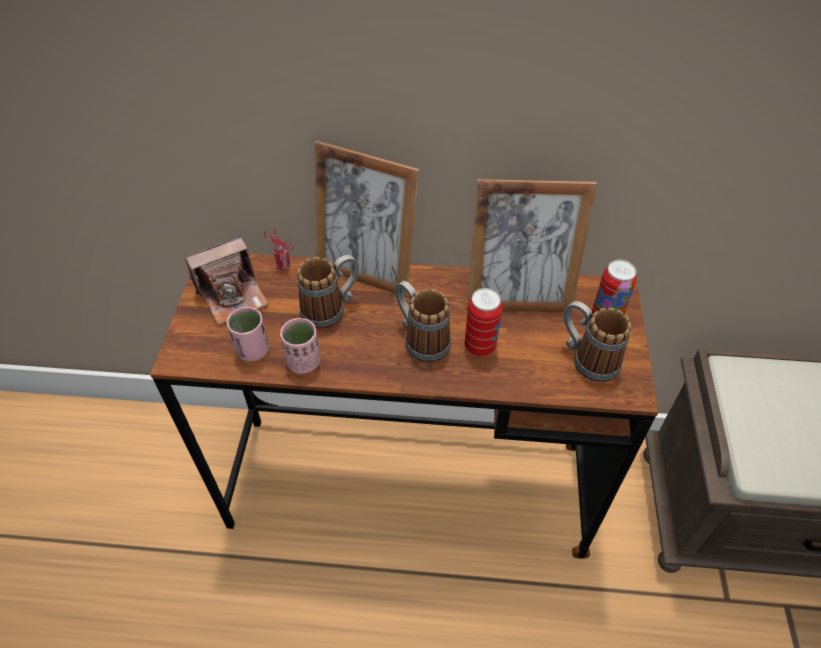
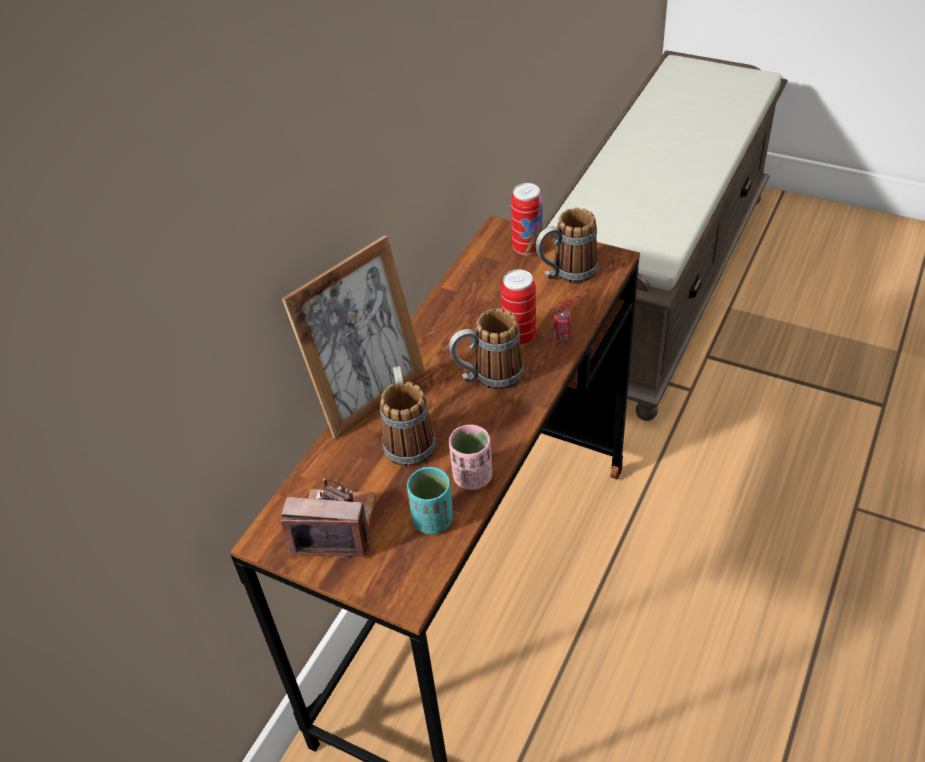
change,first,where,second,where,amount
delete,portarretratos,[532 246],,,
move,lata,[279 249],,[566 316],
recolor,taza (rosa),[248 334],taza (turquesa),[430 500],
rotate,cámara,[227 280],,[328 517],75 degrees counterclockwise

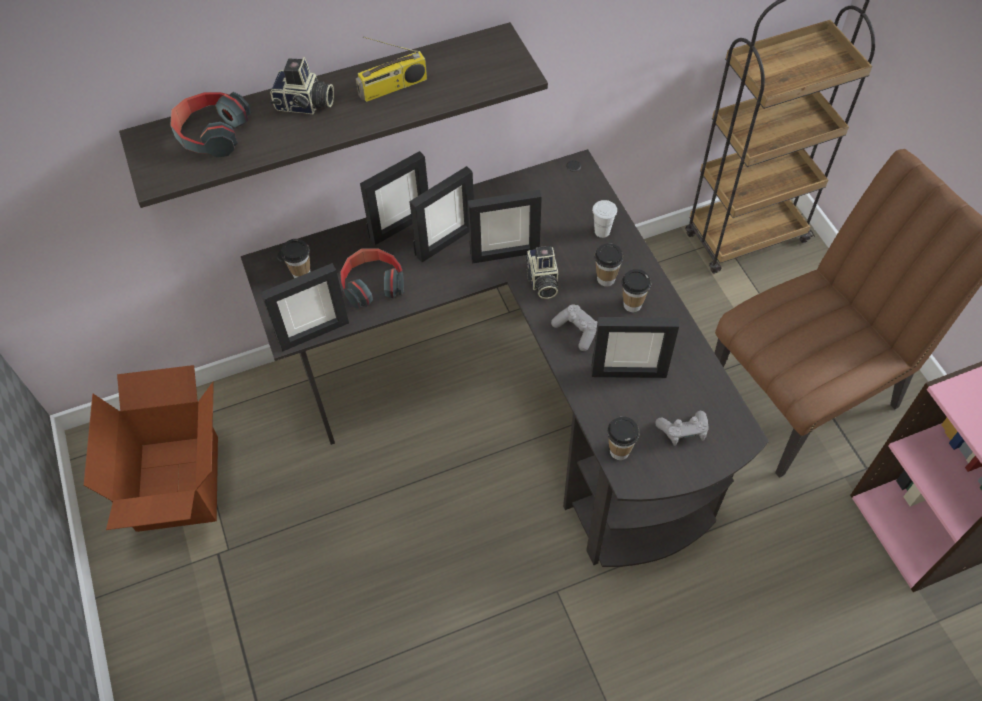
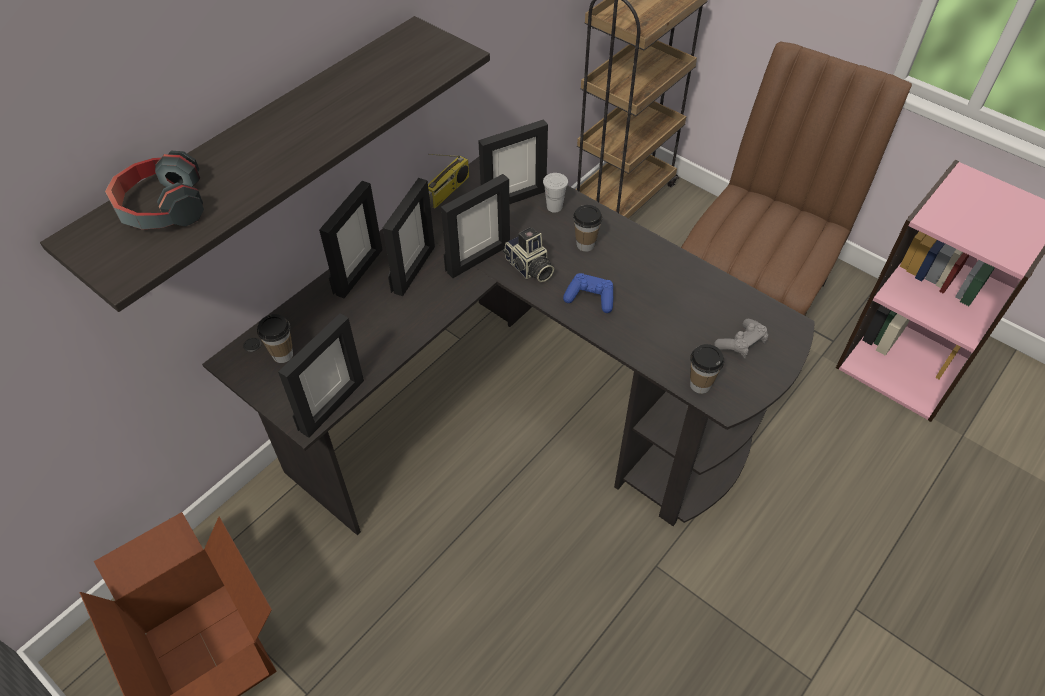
change,first,where,second,where,amount
delete,cámara,[302 85],,,
delete,auriculares,[372 278],,,
delete,taza,[636 290],,,
move,radio,[391 69],,[448 181],
move,portarretratos,[635 347],,[513 161],
recolor,mando de consola (gris),[574 327],mando de consola (azul),[588 293],

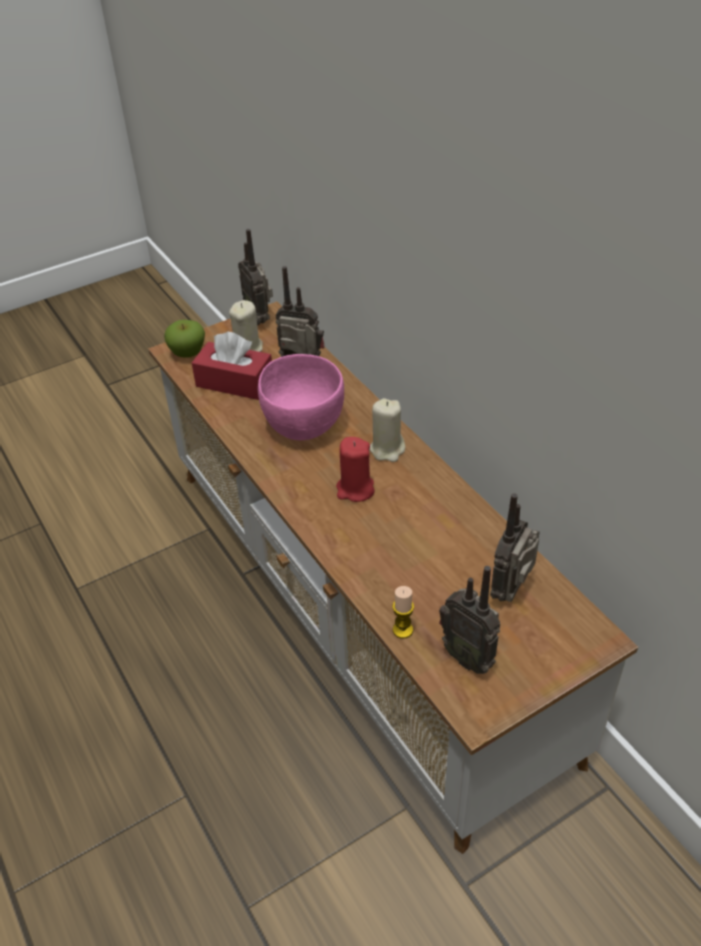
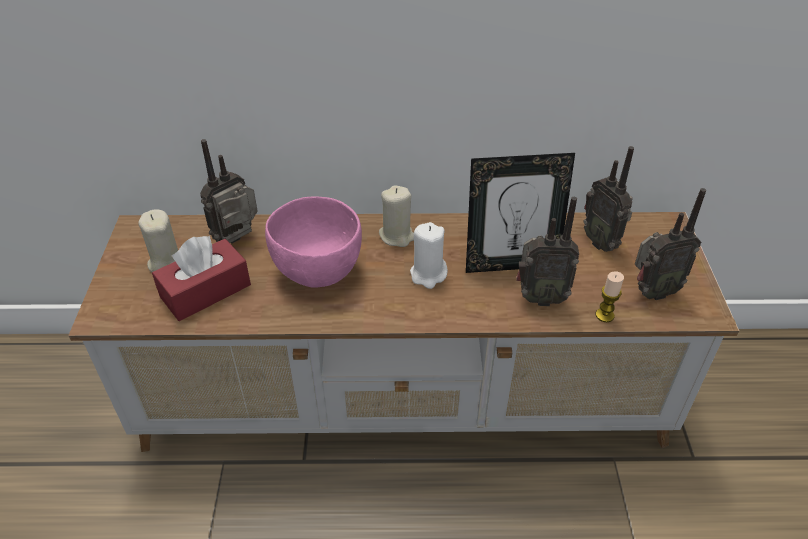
change,first,where,second,where,amount
delete,manzana,[184 339],,,
insert,,,portarretratos,[520 213],
move,radio,[255 277],,[547 251],
recolor,vela (rojo),[355 469],vela (blanco),[429 255],

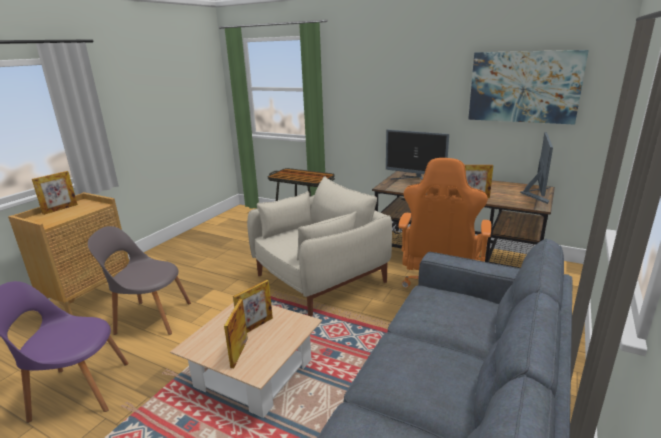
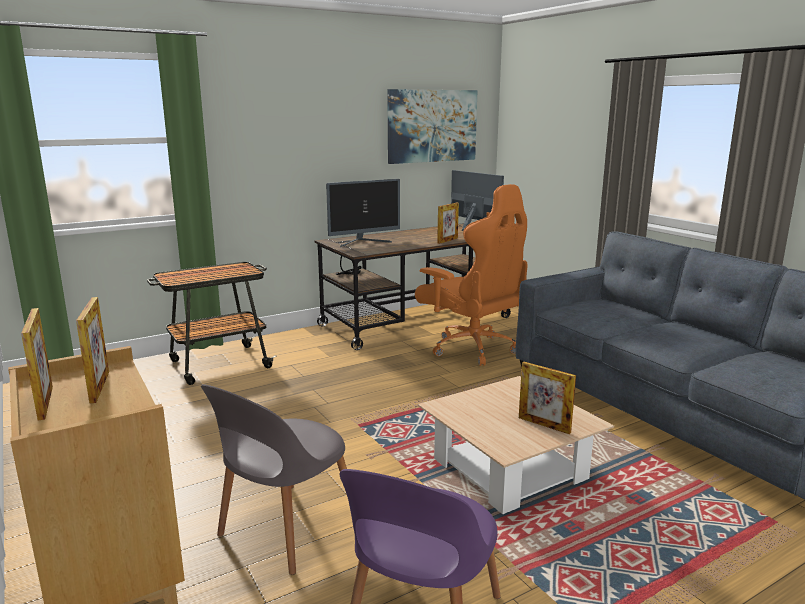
change,first,where,second,where,amount
delete,sillón (beis),[319 246],,,
move,portarretratos,[253 306],,[92 350],

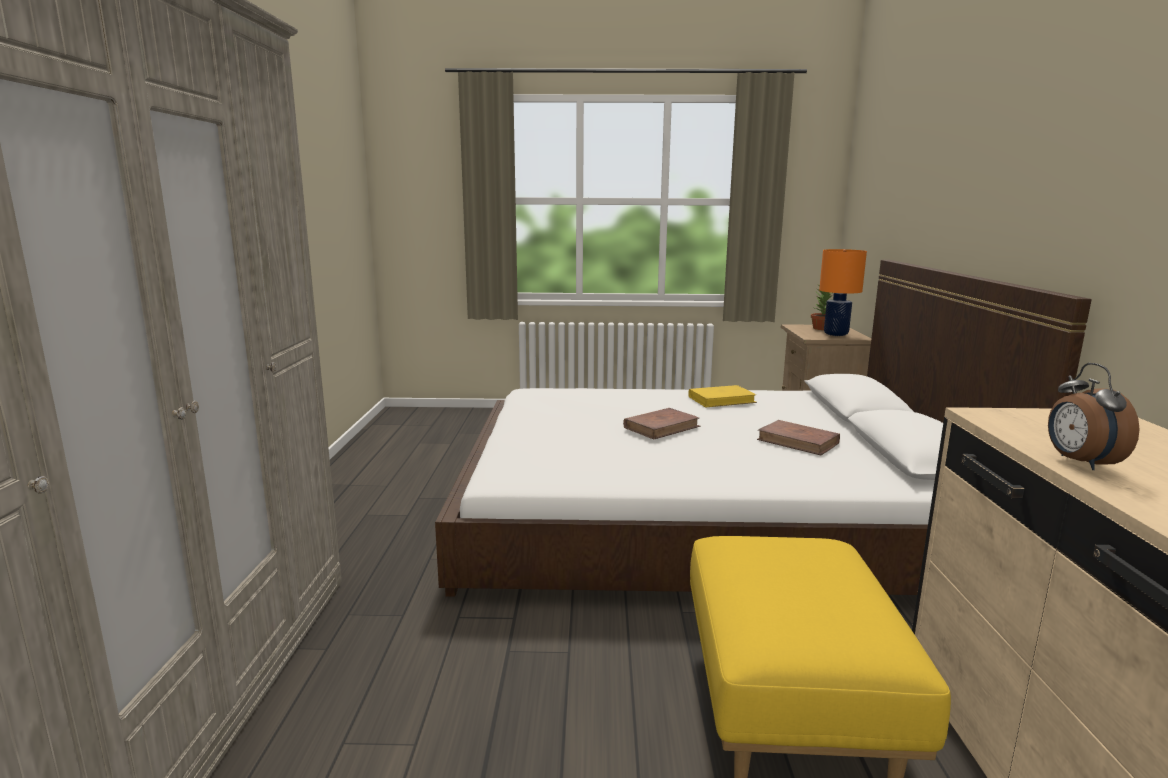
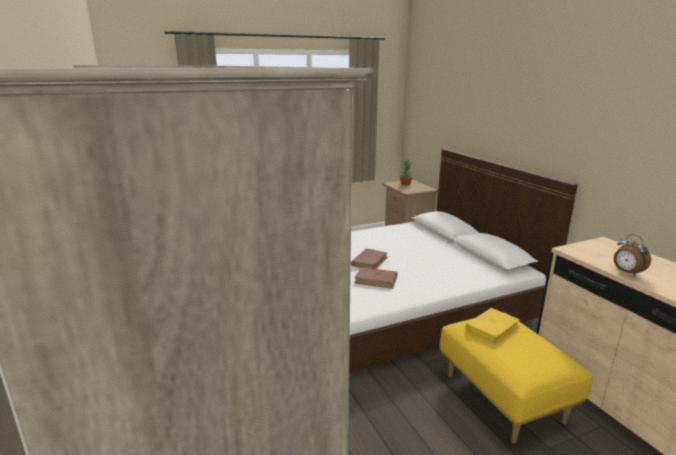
change,first,where,second,where,amount
delete,lámpara de mesa (naranja),[843 292],,,
move,libro (amarillo),[722 396],,[492 326],
move,libro (marrón),[798 437],,[376 278],

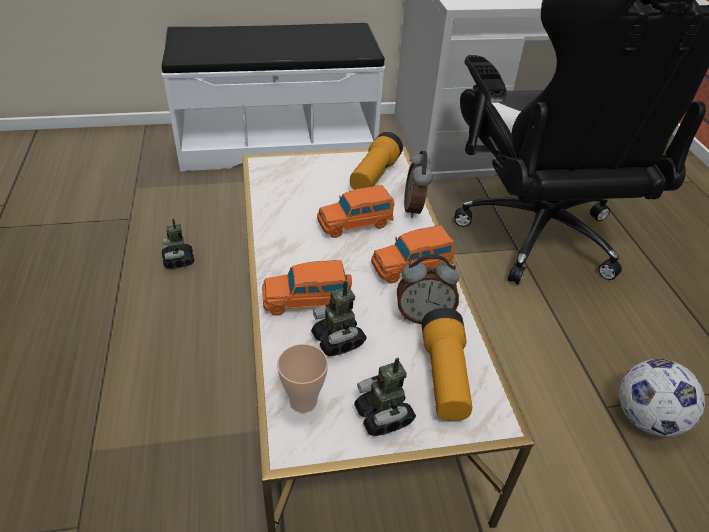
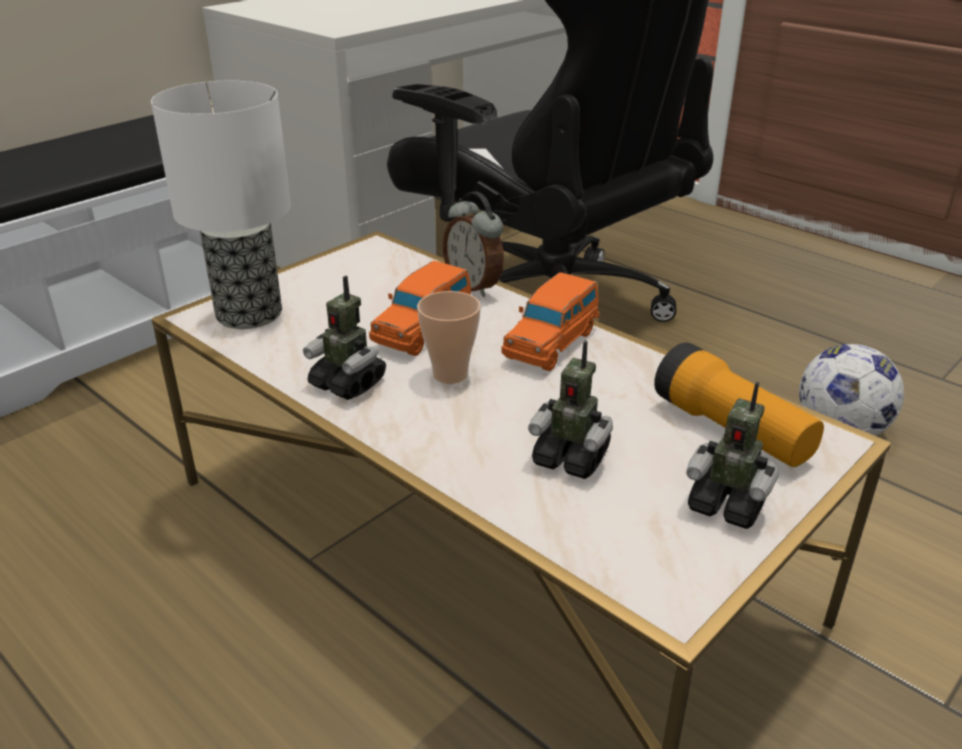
change,first,where,second,where,amount
delete,coche de juguete (naranja),[307 288],,,
delete,linterna,[376 161],,,
delete,despertador,[428 289],,,
insert,,,lámpara de mesa,[221 205],
move,robot de juguete,[178 244],,[344 337],
move,taza,[302 378],,[449 337],

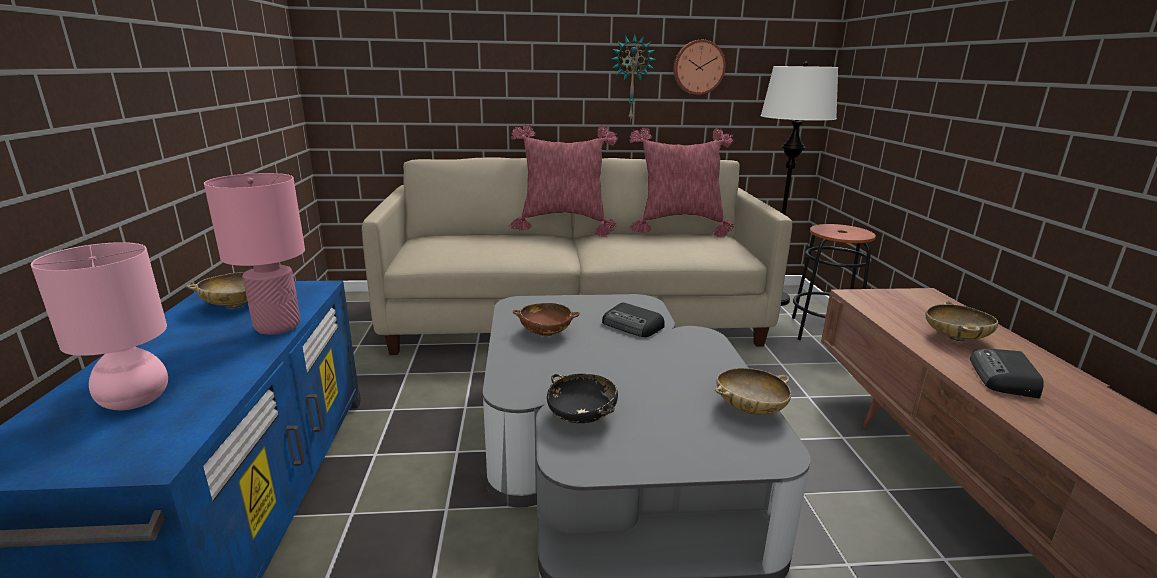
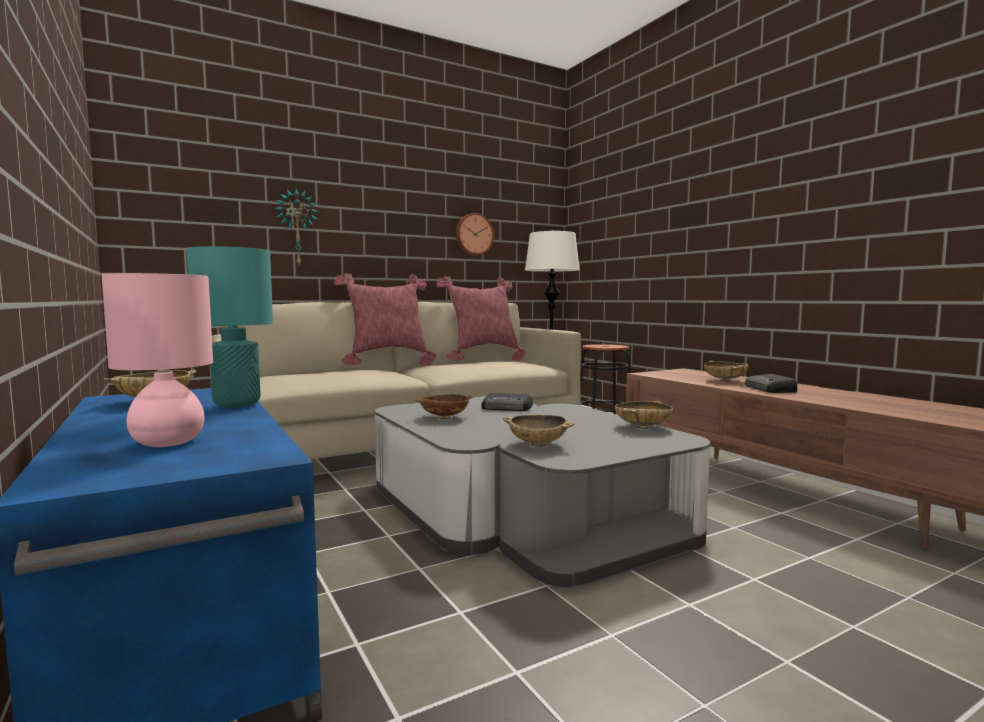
change,first,where,second,where,amount
move,reloj de pared,[633 77],,[297 226],
recolor,lámpara de mesa (rosa),[254 254],lámpara de mesa (turquesa),[229 327],
recolor,cuenco (negro),[582 398],cuenco (beis),[538 431],

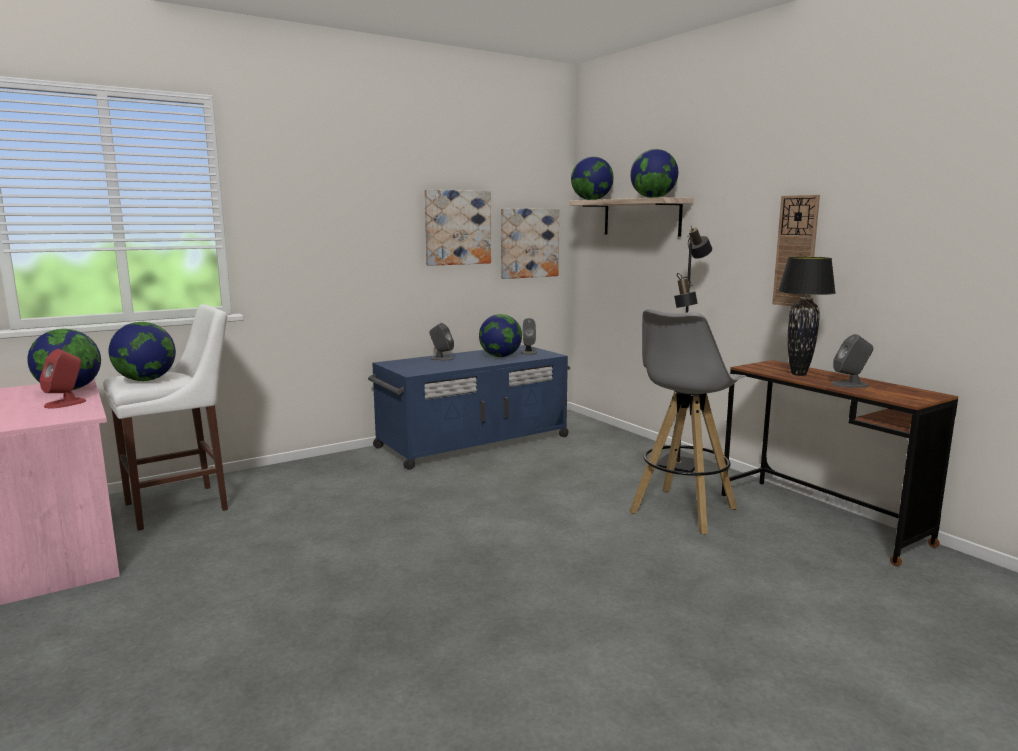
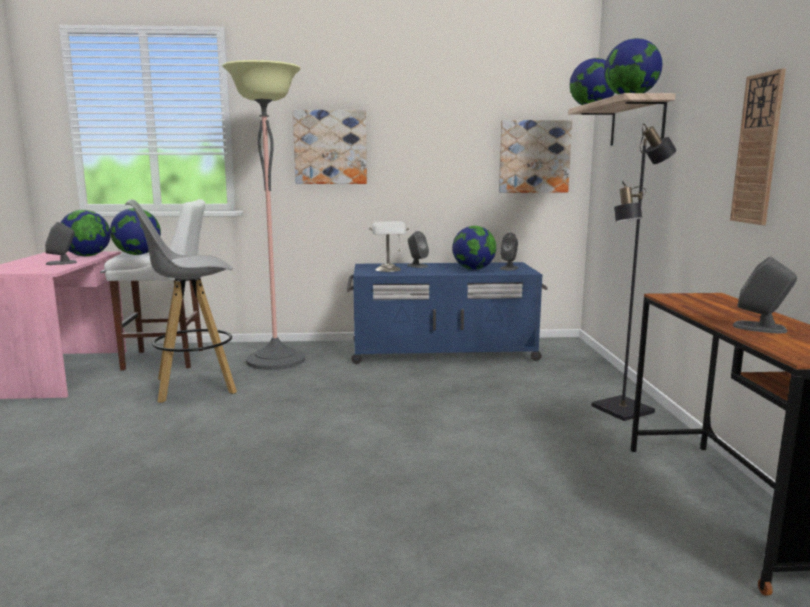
change,first,where,second,where,amount
delete,lámpara de mesa (negro),[807 316],,,
insert,,,lámpara de pie,[263 215],
insert,,,lámpara de mesa (blanco),[389 246],
move,cuadro,[457 228],,[330 147],
move,taburete (gris),[688 421],,[181 301],
recolor,altavoz (rojo),[62 378],altavoz (gris),[61 243],

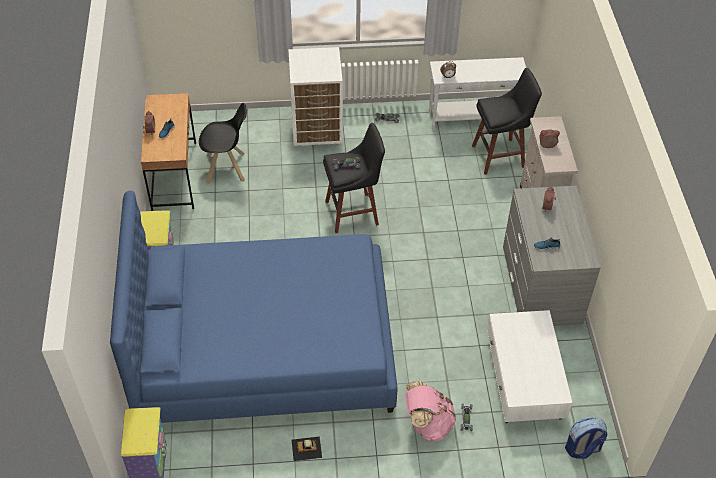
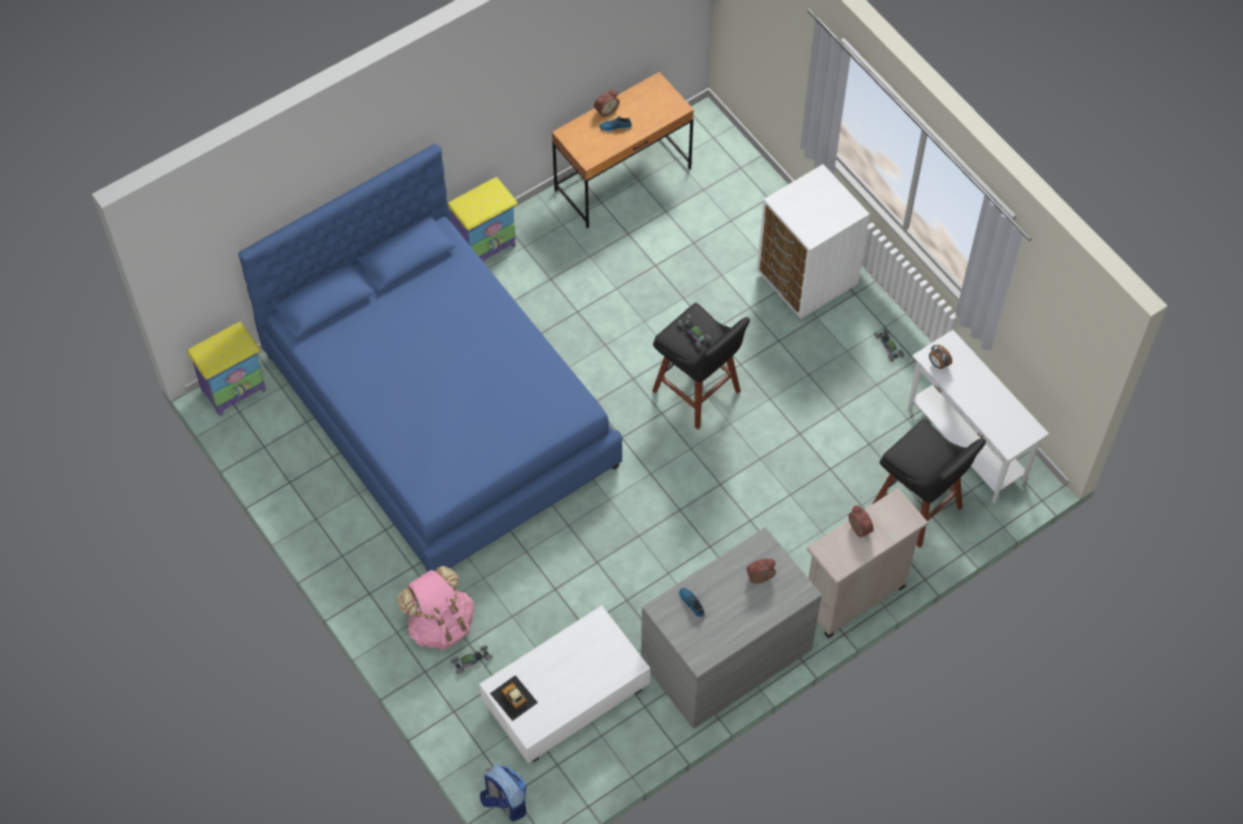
change,first,where,second,where,amount
delete,silla (negro),[223 143],,,
move,coche de juguete,[307 448],,[514 698],

